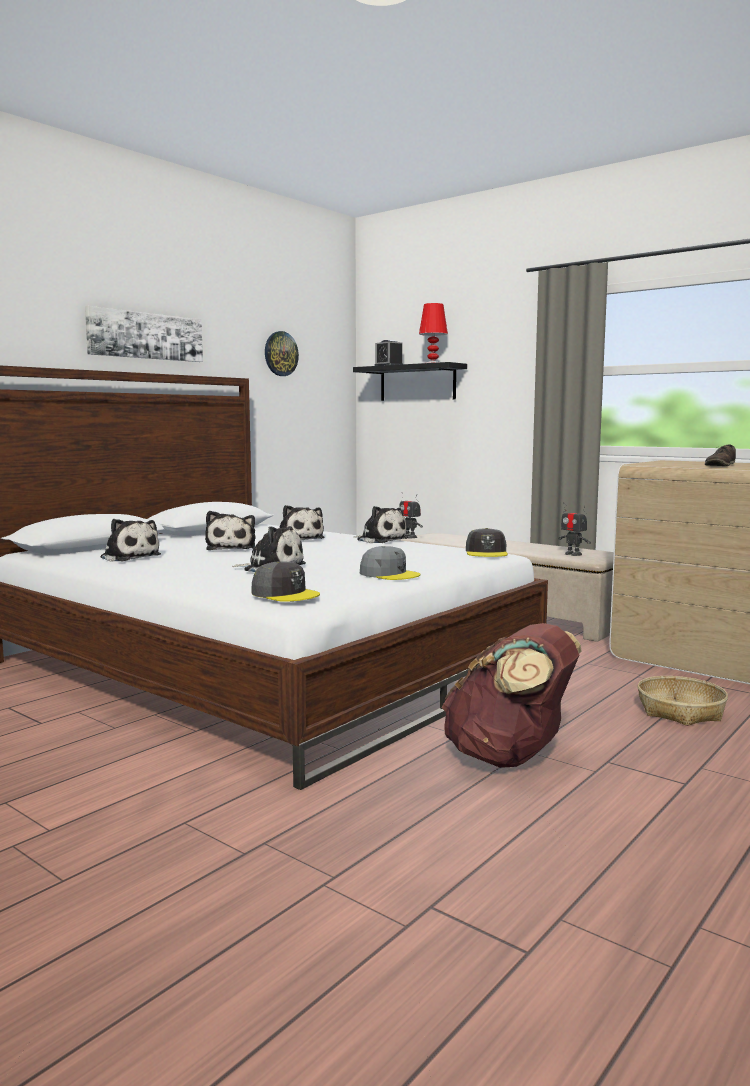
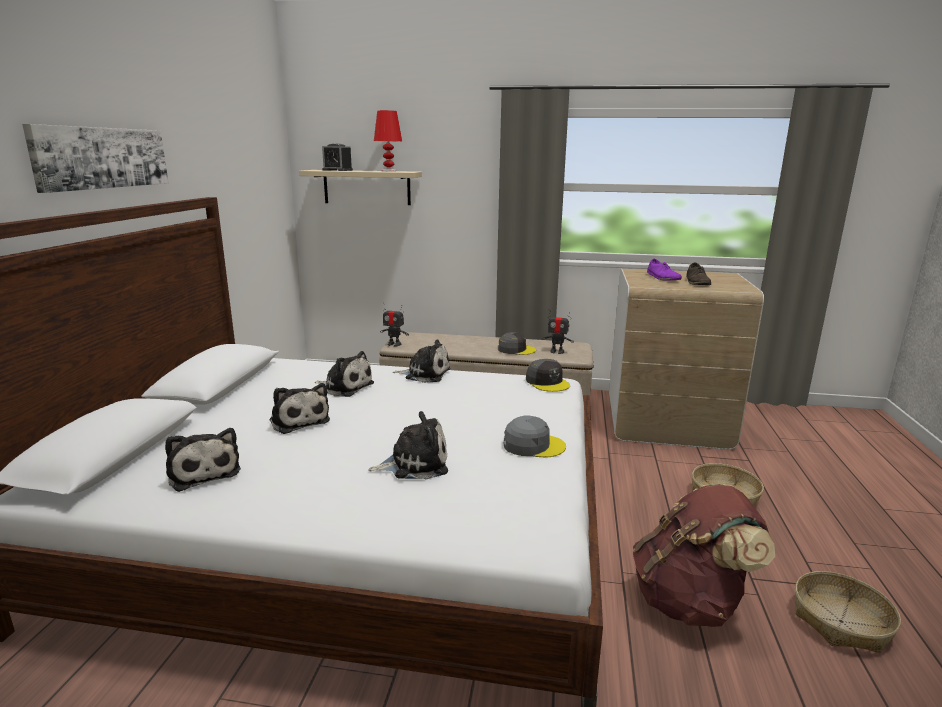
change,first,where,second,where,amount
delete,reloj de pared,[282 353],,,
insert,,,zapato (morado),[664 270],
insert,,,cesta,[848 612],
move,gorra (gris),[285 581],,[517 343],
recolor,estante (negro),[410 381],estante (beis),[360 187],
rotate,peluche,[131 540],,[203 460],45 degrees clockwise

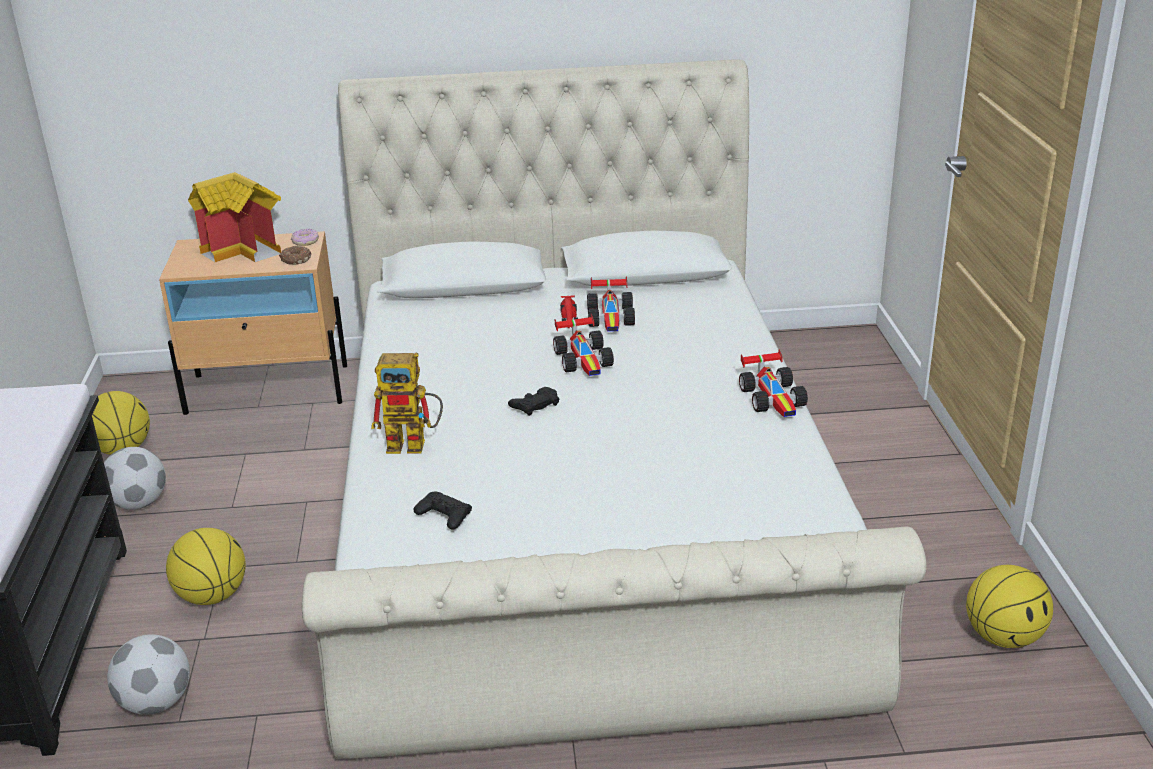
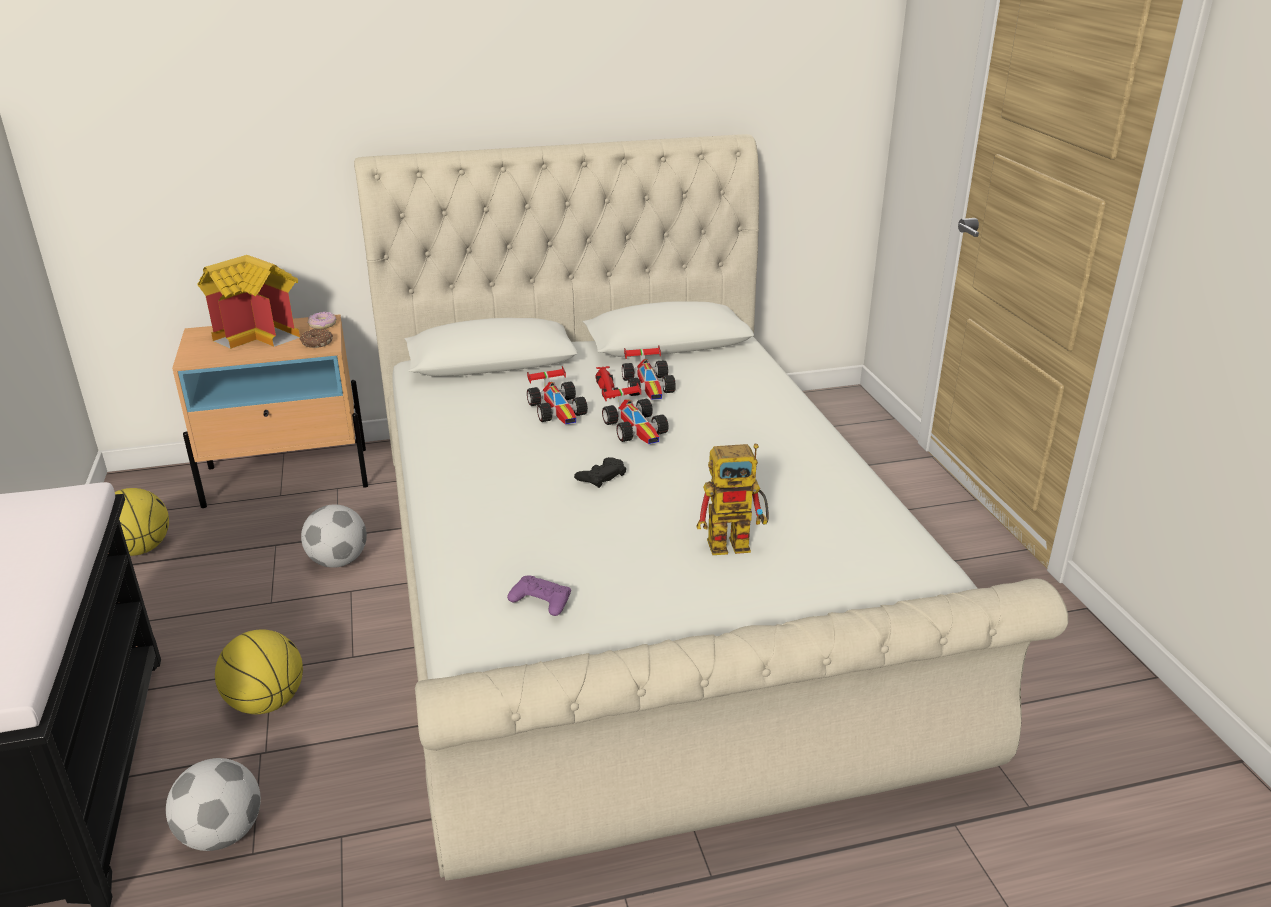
change,first,where,second,where,amount
delete,balón de baloncesto,[1009 606],,,
move,balón de fútbol,[135 478],,[334 536],
move,robot de juguete,[407 403],,[733 499],
move,coche de juguete,[773 383],,[557 395],
recolor,mando de consola (negro),[442 510],mando de consola (morado),[539 595],

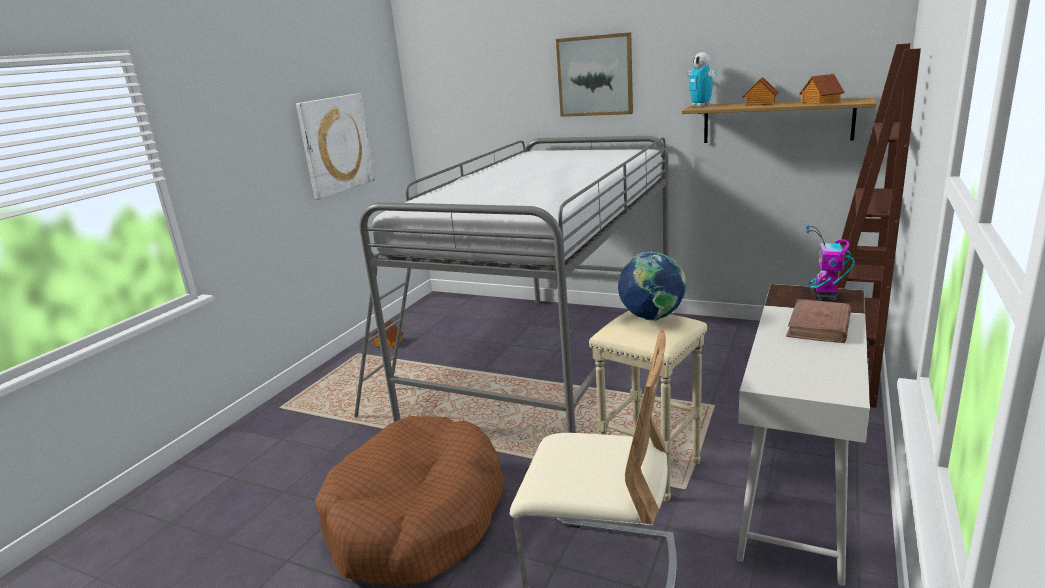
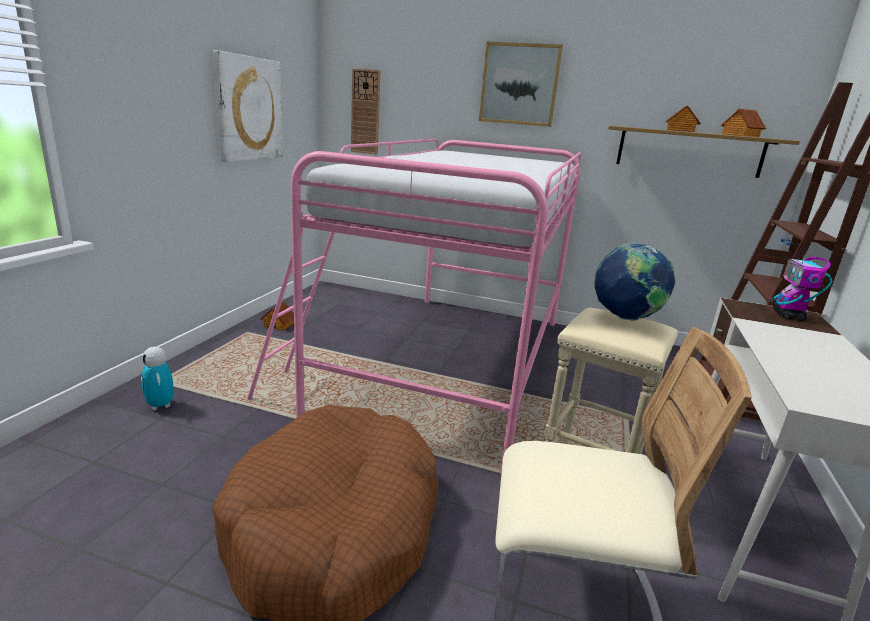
change,first,where,second,where,amount
delete,libro (marrón),[818 321],,,
insert,,,reloj de pared,[366 111],
move,robot de juguete,[702 79],,[157 378],
recolor,cama (gris),[511 284],cama (rosa),[414 306],

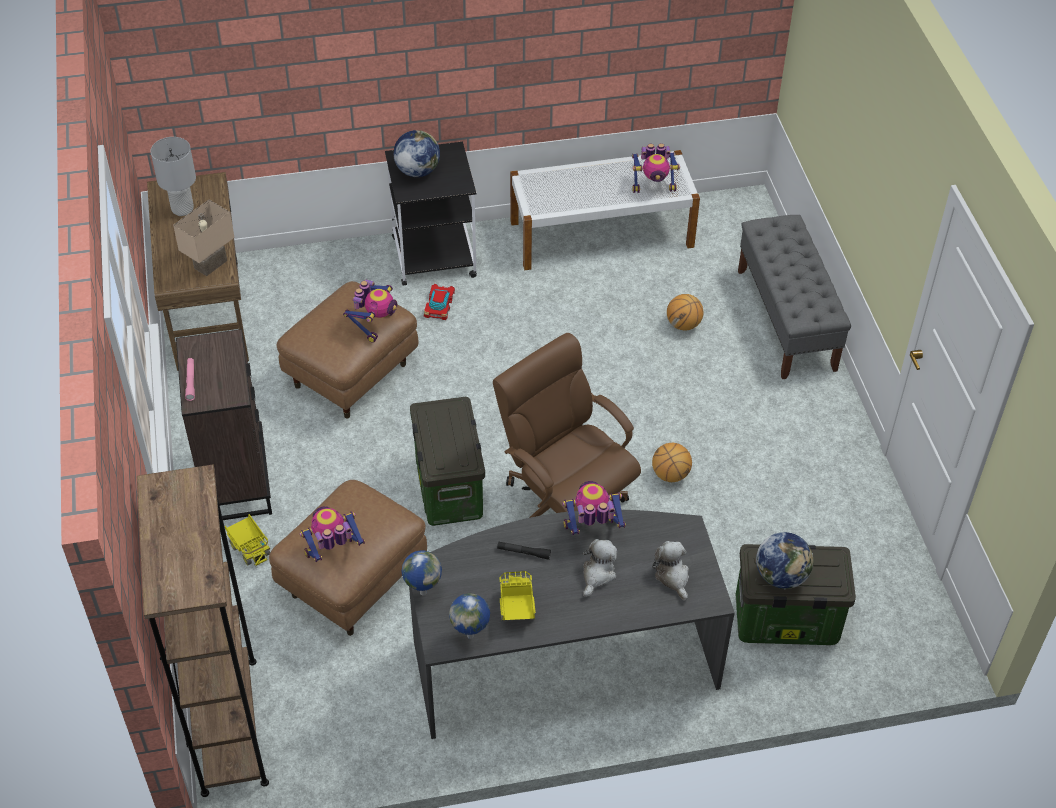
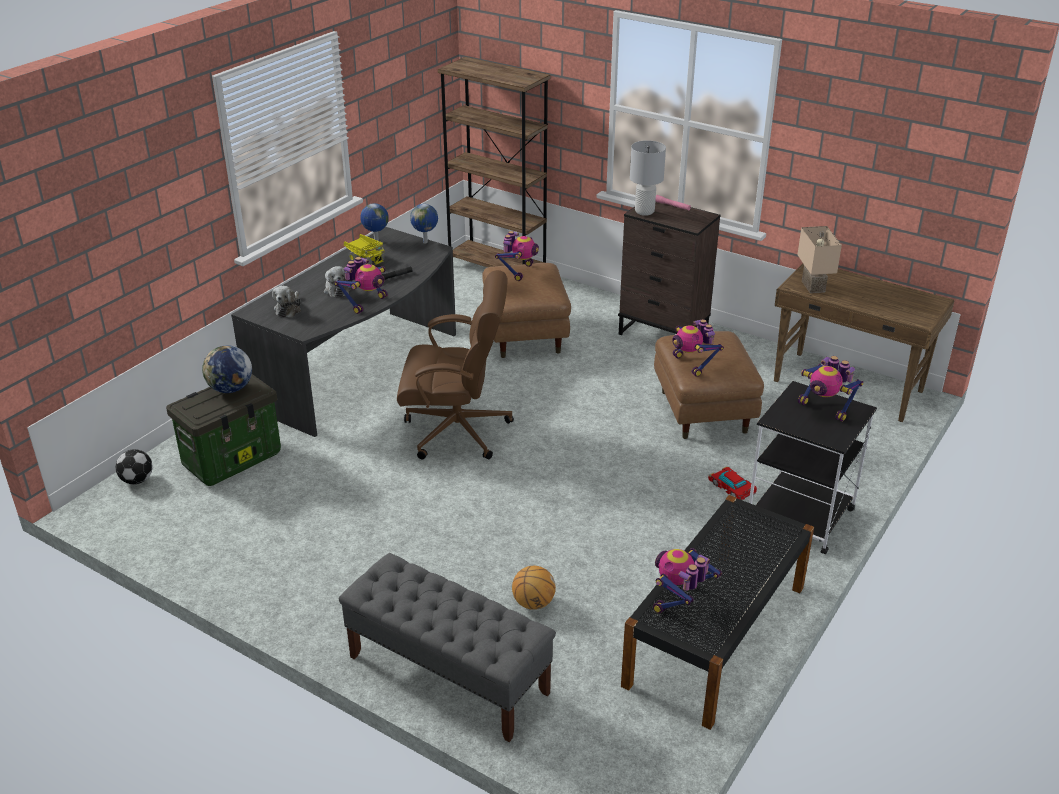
change,first,where,second,where,amount
delete,camión de juguete,[247 540],,,
delete,caja de almacenaje,[447 461],,,
delete,balón de baloncesto,[672 462],,,
insert,,,balón de fútbol,[134 467],
move,lámpara de mesa (gris),[173 176],,[648 178],
replace,globo terráqueo,[416 153],robot de juguete,[830 389],
recolor,banco (blanco),[605 210],banco (negro),[717 612],
rotate,peluche,[670 570],,[286 302],75 degrees clockwise

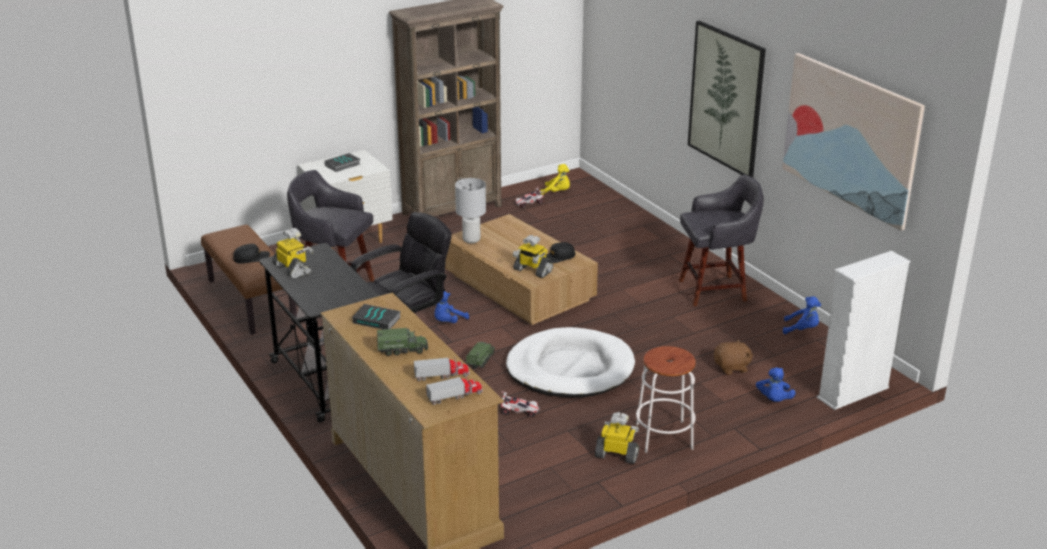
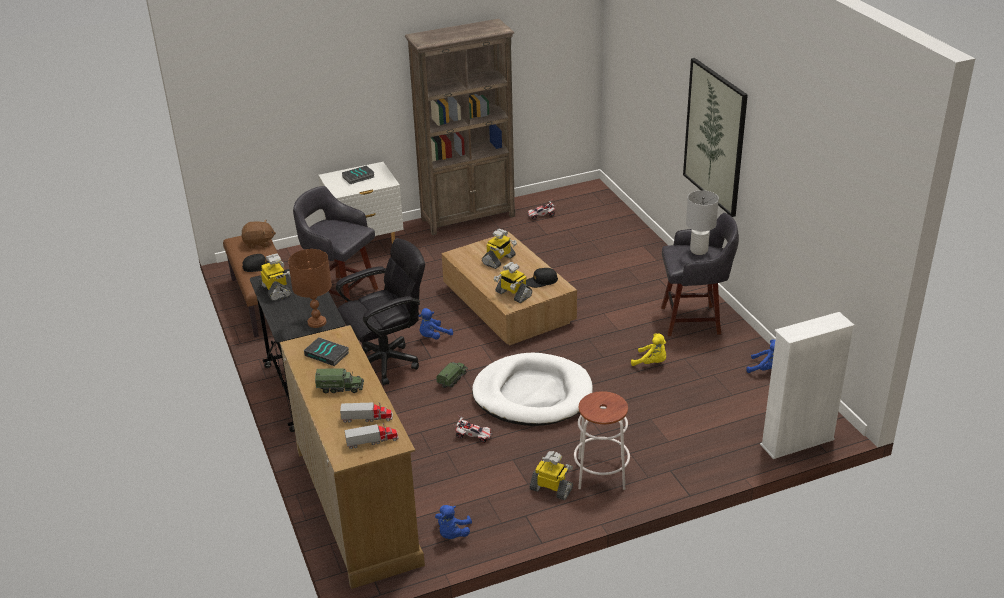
change,first,where,second,where,amount
delete,cuadro,[853 142],,,
insert,,,lámpara de mesa (marrón),[310 288],
insert,,,robot de juguete,[499 249],
move,lámpara de mesa (gris),[470 210],,[702 222],
move,peluche (amarillo),[555 179],,[648 350],
move,peluche (marrón),[733 357],,[258 234],
move,peluche (azul),[776 384],,[453 522],

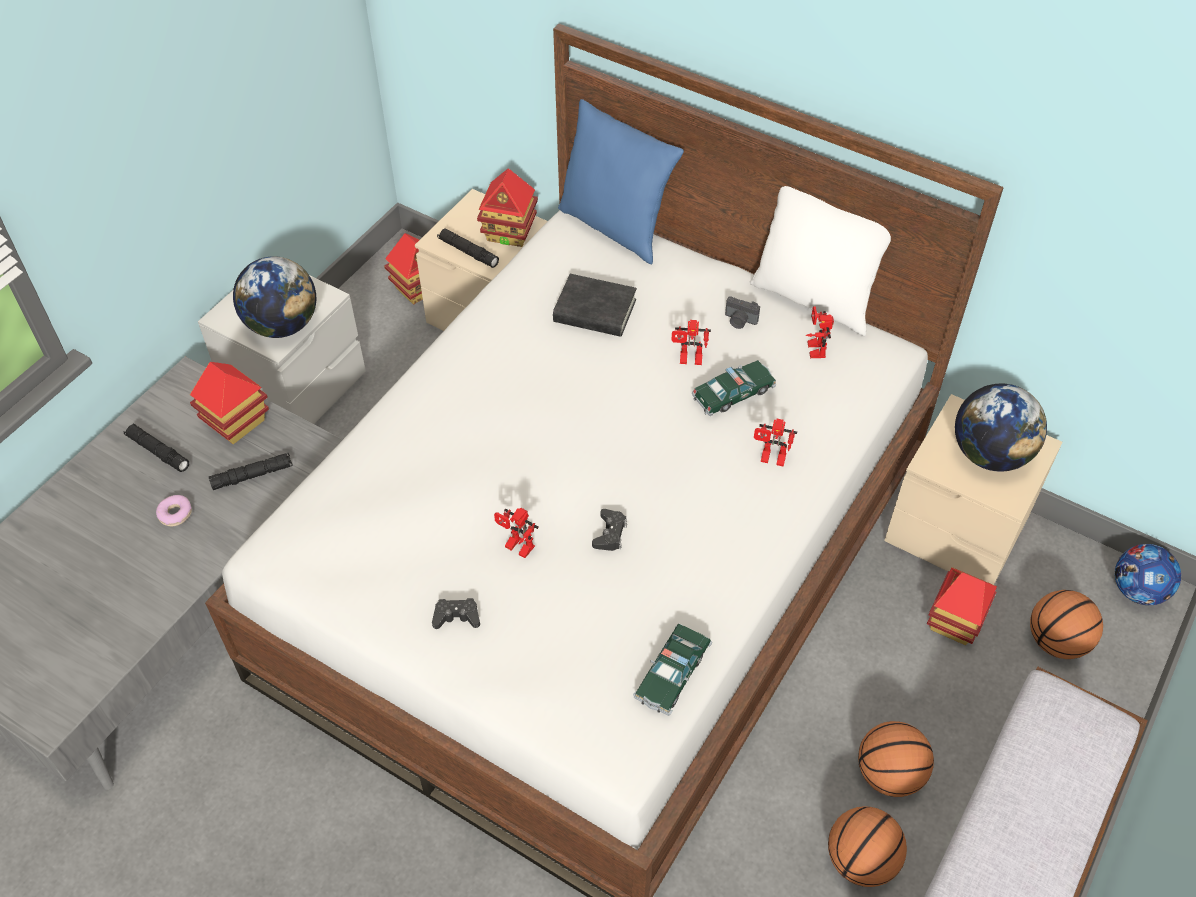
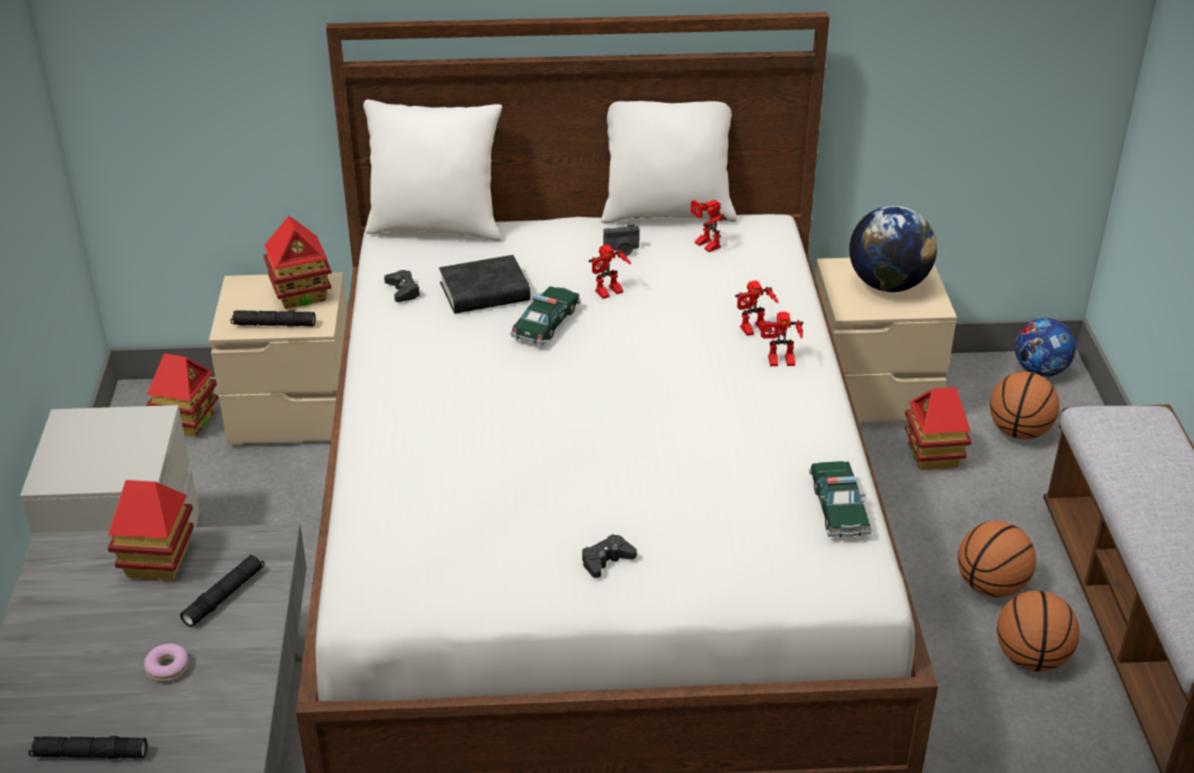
change,first,where,second,where,amount
delete,globo terráqueo,[274 297],,,
move,linterna (negro),[156 447],,[87 747],
move,robot de juguete,[516 533],,[782 339],
move,mando de consola (negro),[609 530],,[402 286],
move,coche de juguete,[734 388],,[545 316],
recolor,cojín (azul),[621 181],cojín (blanco),[432 170],

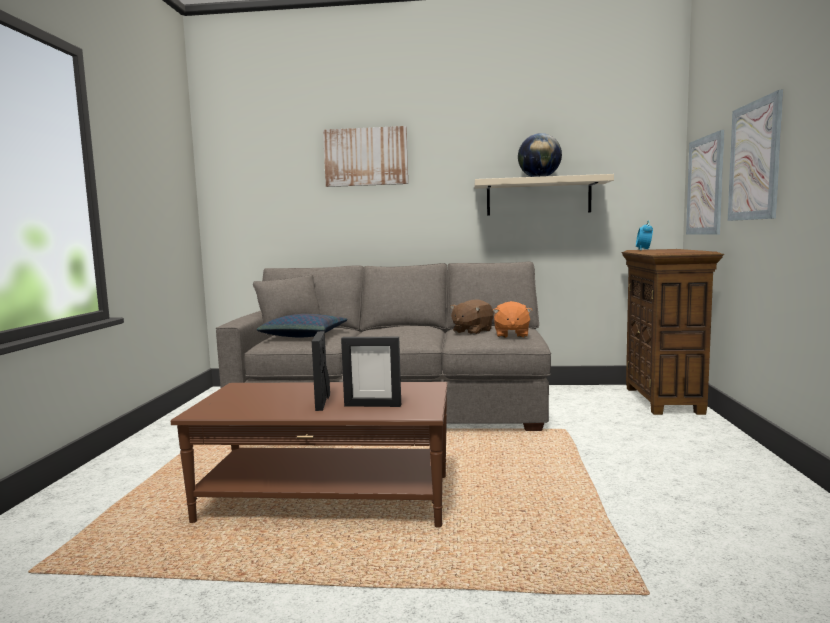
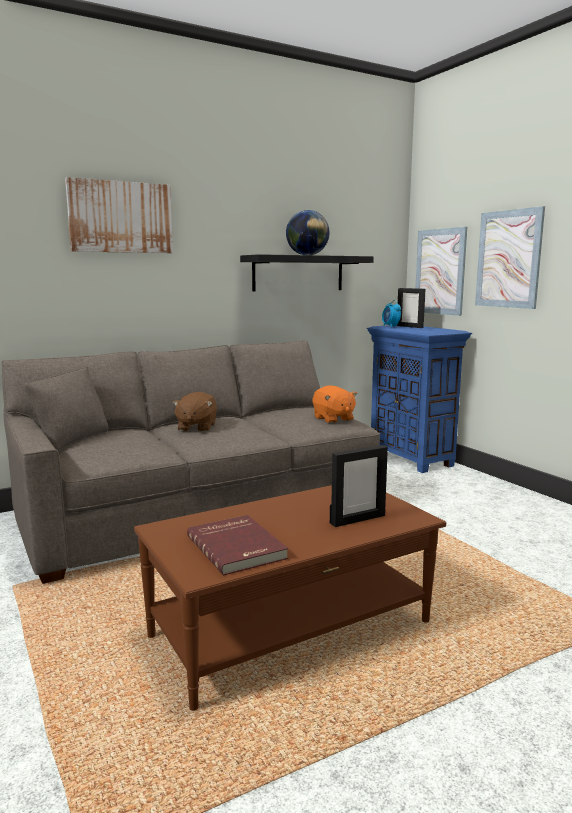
change,first,where,second,where,amount
delete,cojín (azul),[302 326],,,
insert,,,libro (rojo),[237 545],
move,portarretratos,[321 371],,[411 308],
move,peluche (marrón),[472 317],,[194 412],
recolor,estante (beis),[544 195],estante (negro),[307 273],
recolor,armario (marrón),[672 332],armario (azul),[419 399],

